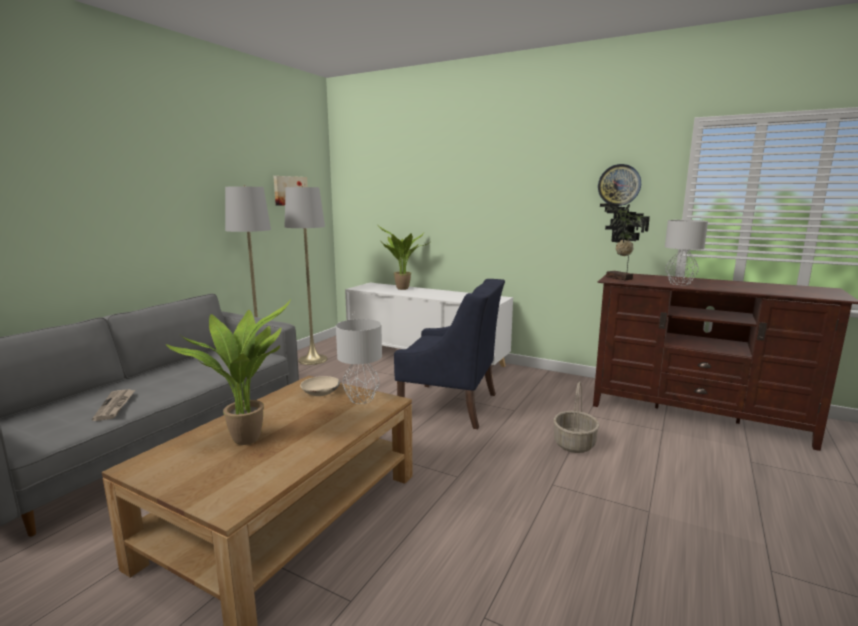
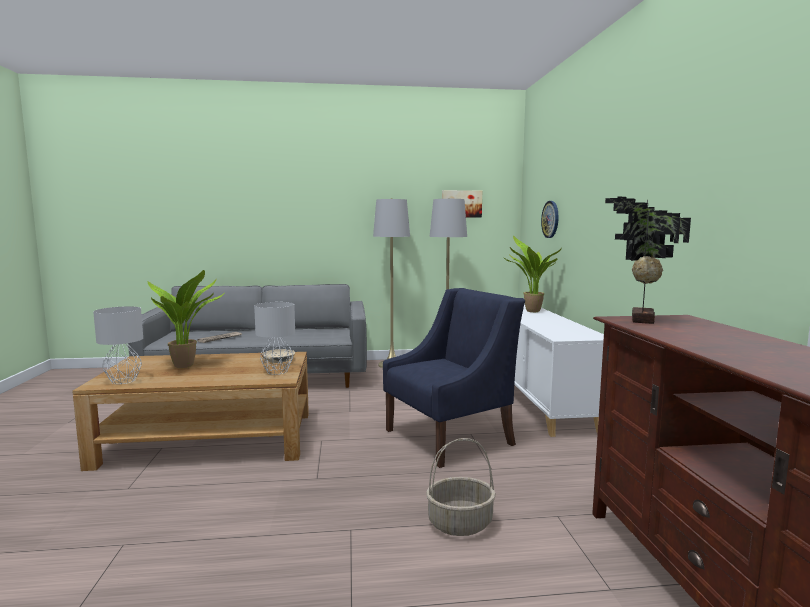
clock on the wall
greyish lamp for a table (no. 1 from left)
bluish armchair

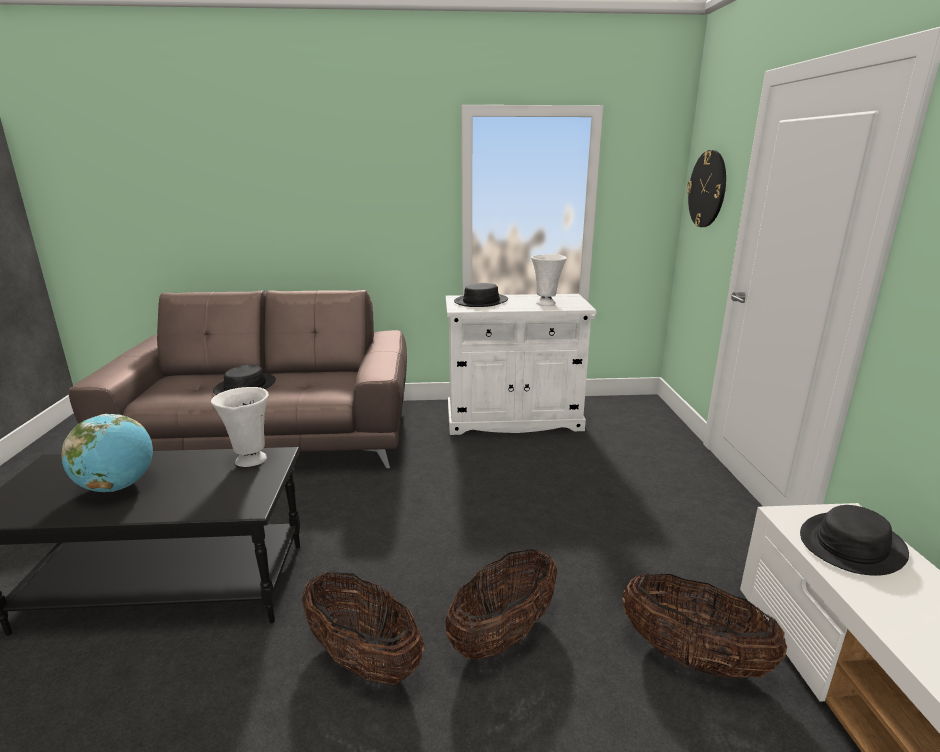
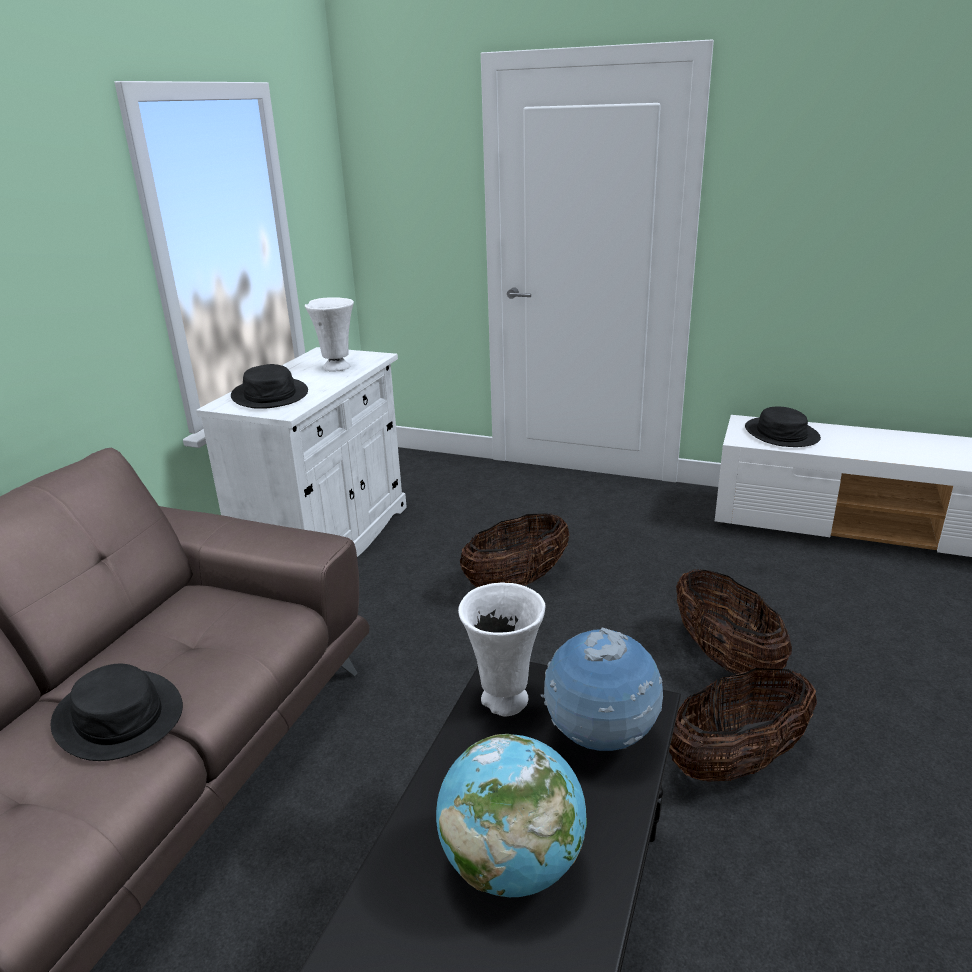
clock on the wall
basket (no. 1 from left)
desk globe (no. 2 from left)

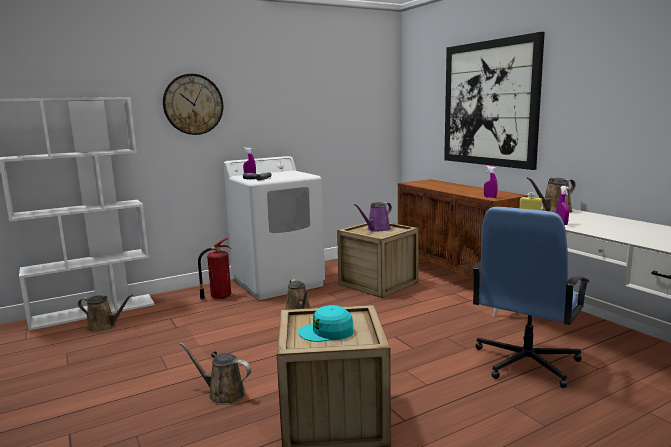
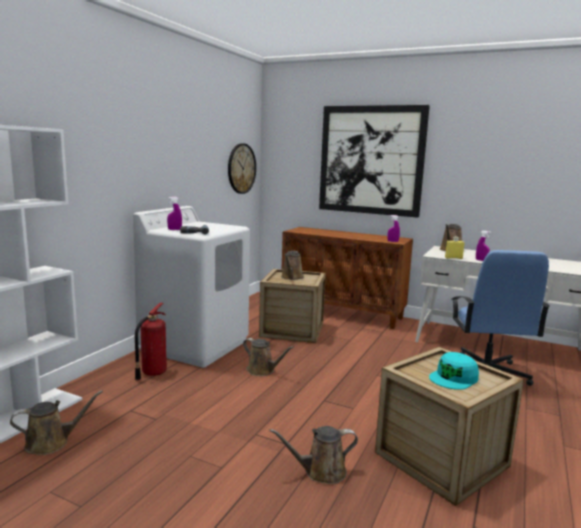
clock on the wall
brownish watering pot (no. 3 from left)

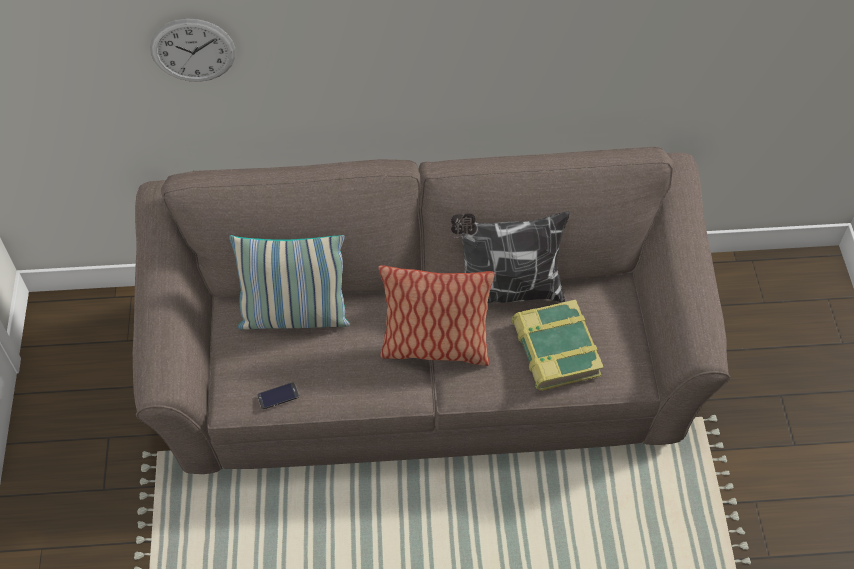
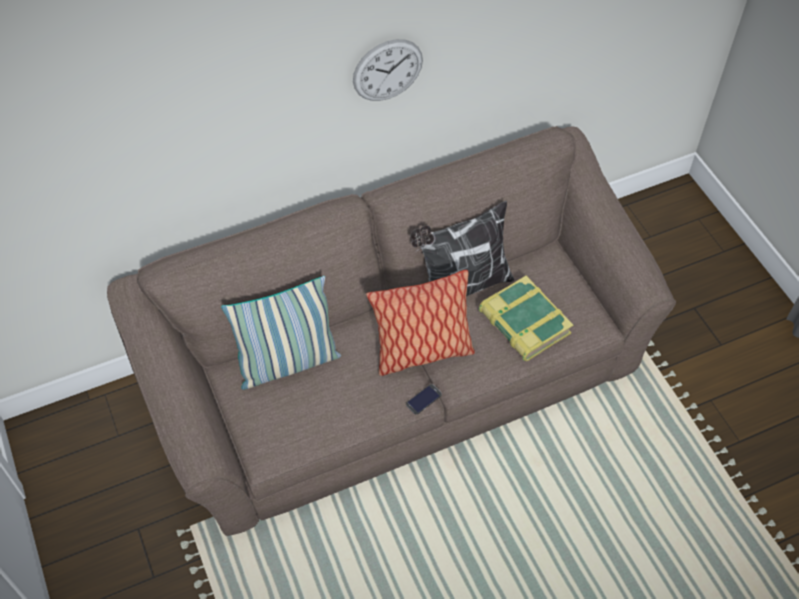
clock on the wall
telephone

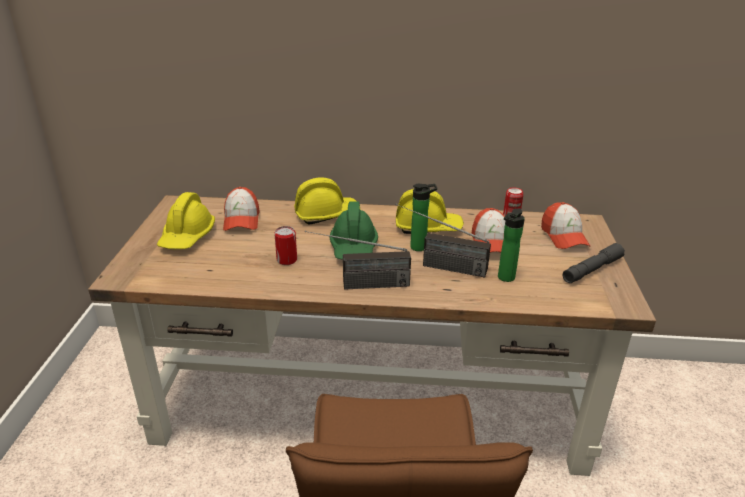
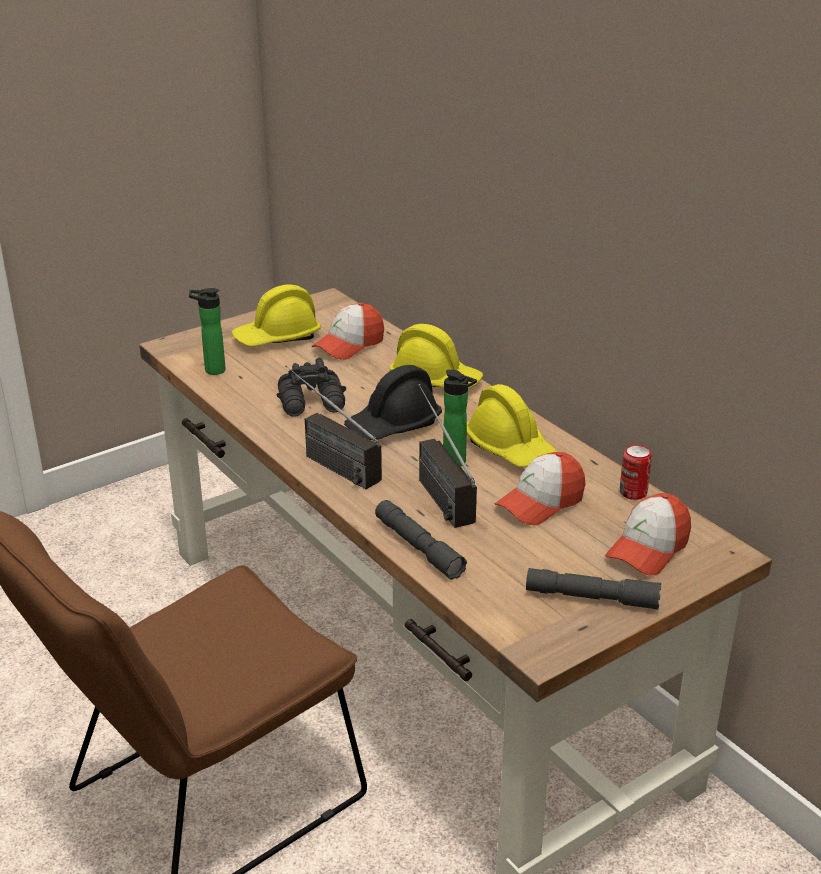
blackish work helmet
drink bottle (no. 1 from left)
blackish pair of binoculars
greyish torch (no. 1 from left)

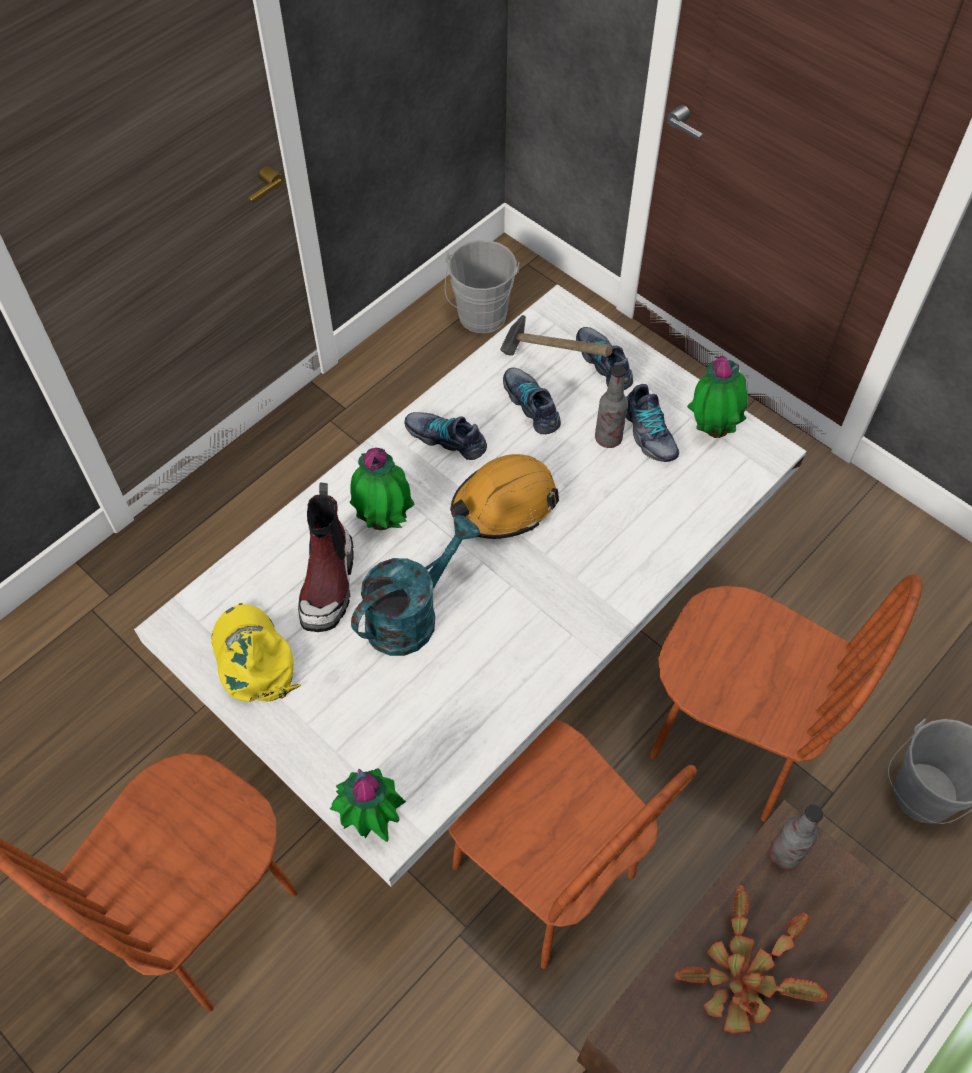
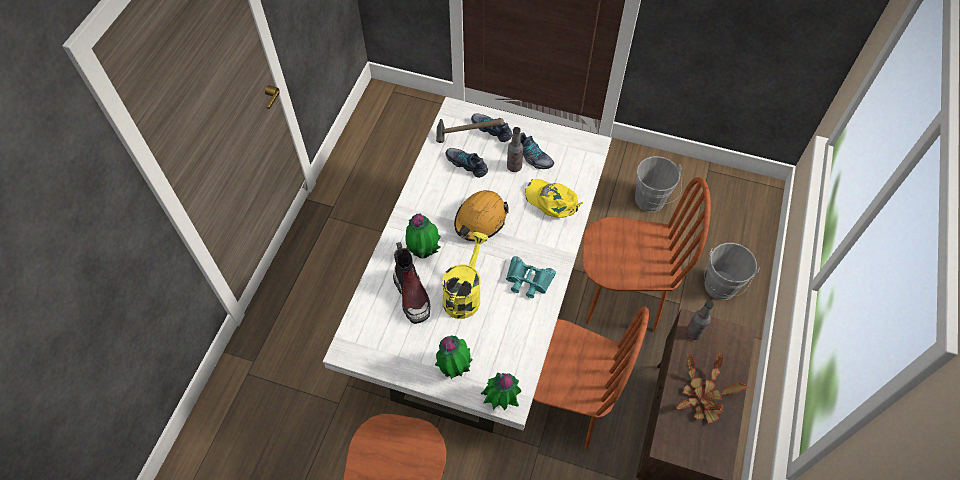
greyish bucket (no. 1 from left)
houseplant (no. 2 from left)
item of footwear (no. 1 from left in the first image)
yellowish watering pot
yellowish cap
turquoise pair of binoculars

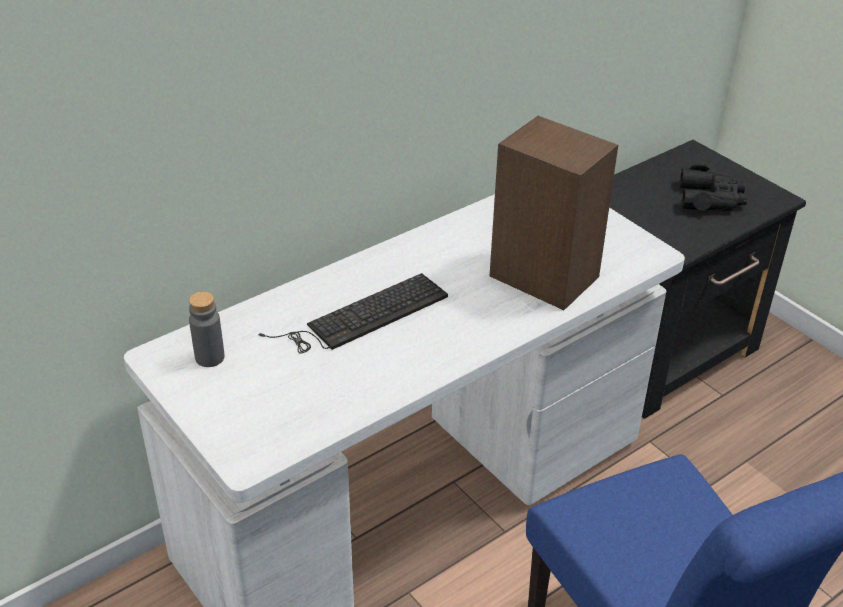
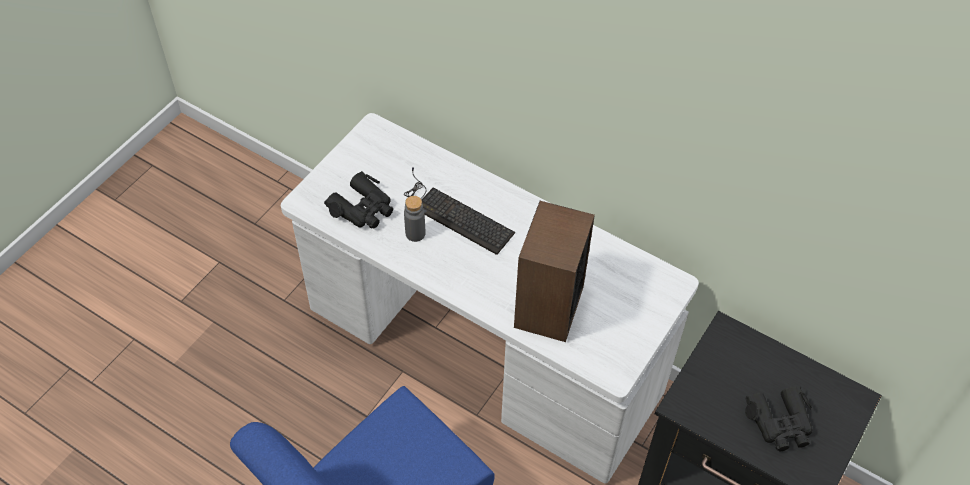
greyish drink bottle
blackish pair of binoculars (no. 1 from left)

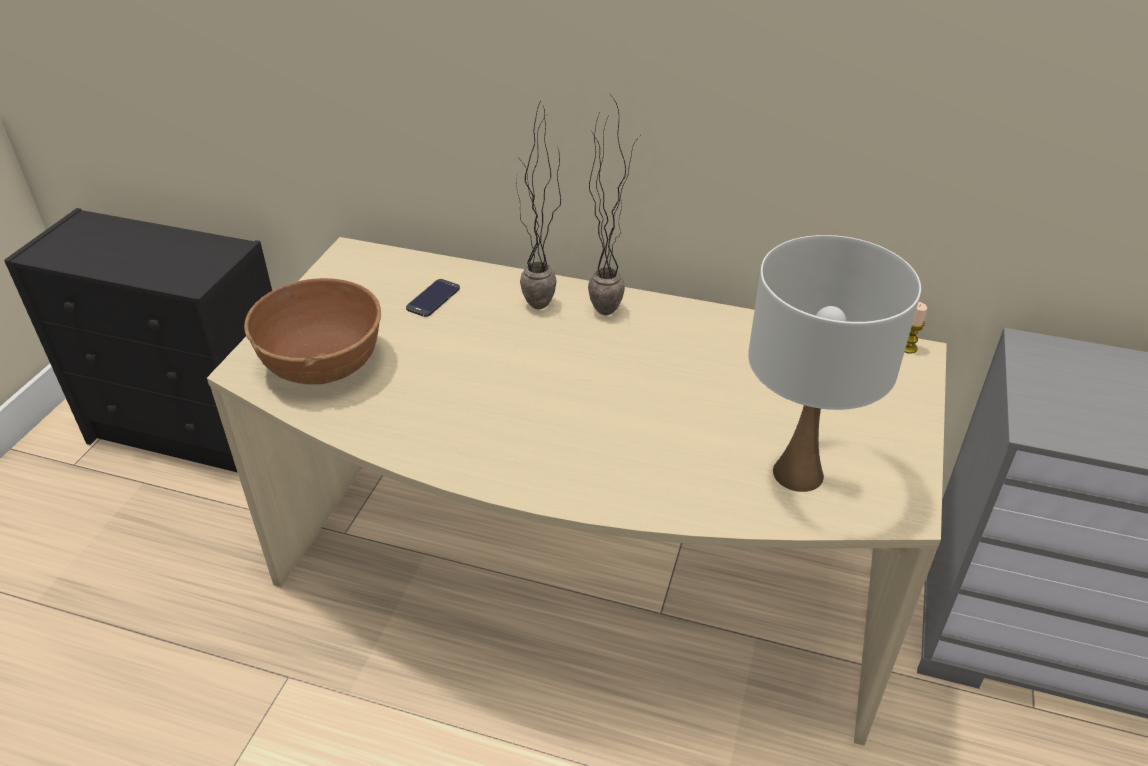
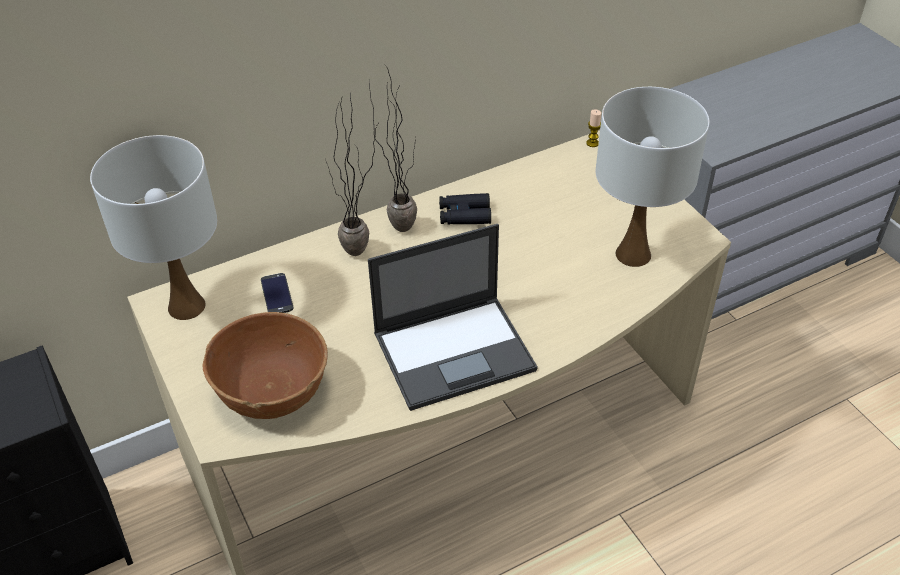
white lamp for a table (no. 1 from left)
blackish pair of binoculars
laptop

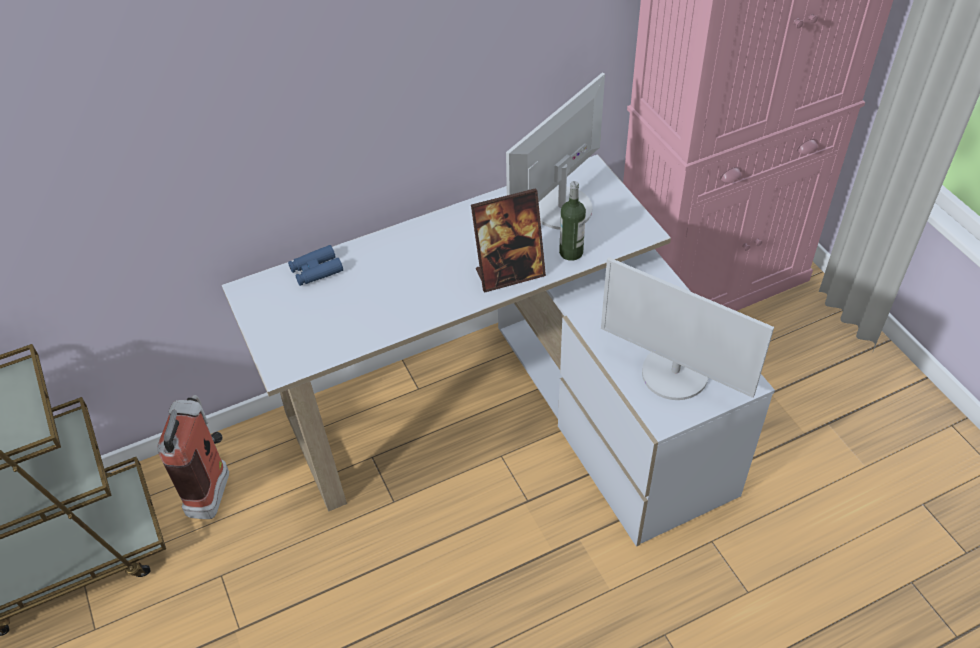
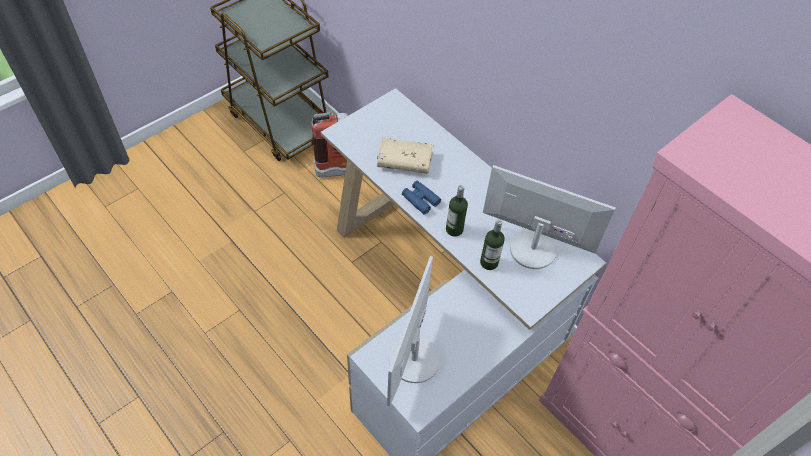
drink bottle (no. 1 from left)
bluish pair of binoculars
beige book

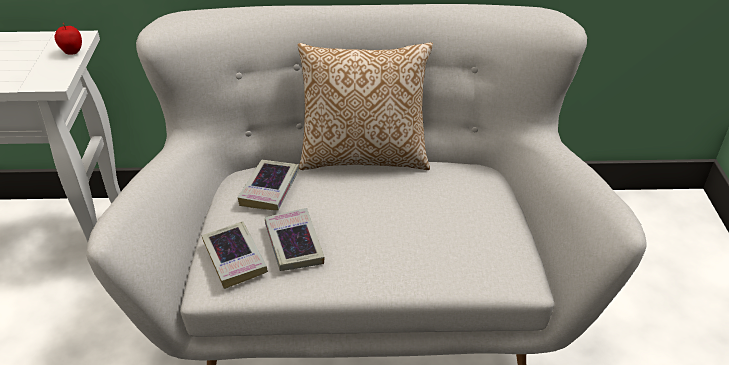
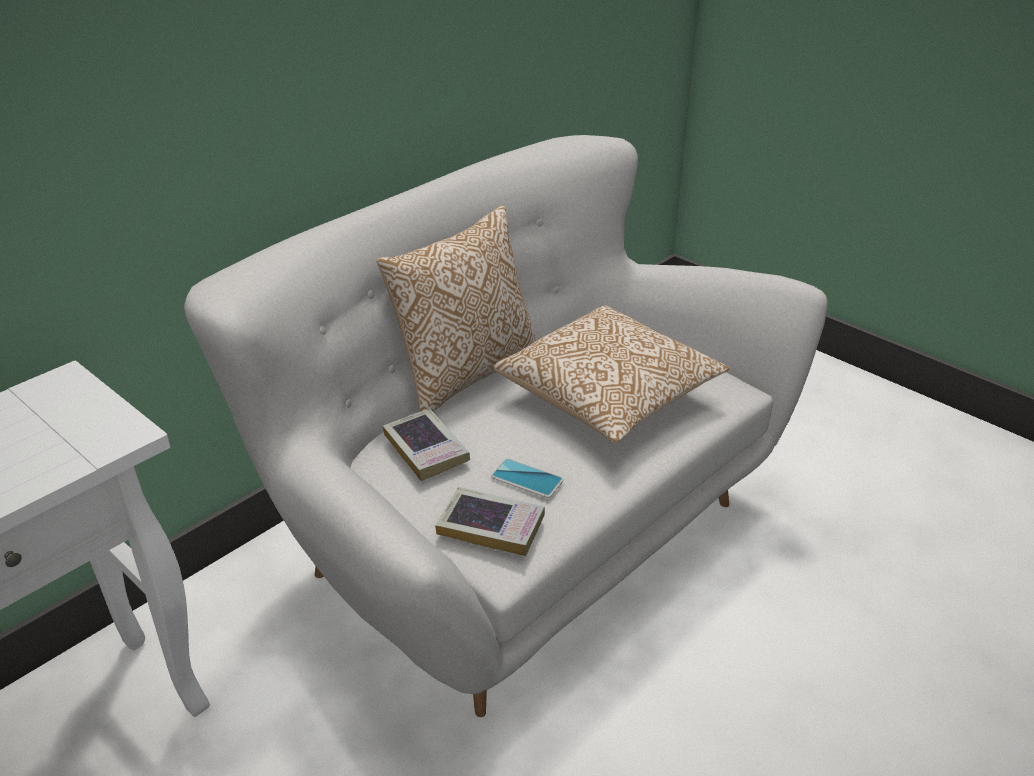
apple
telephone
throw pillow (no. 2 from left)

